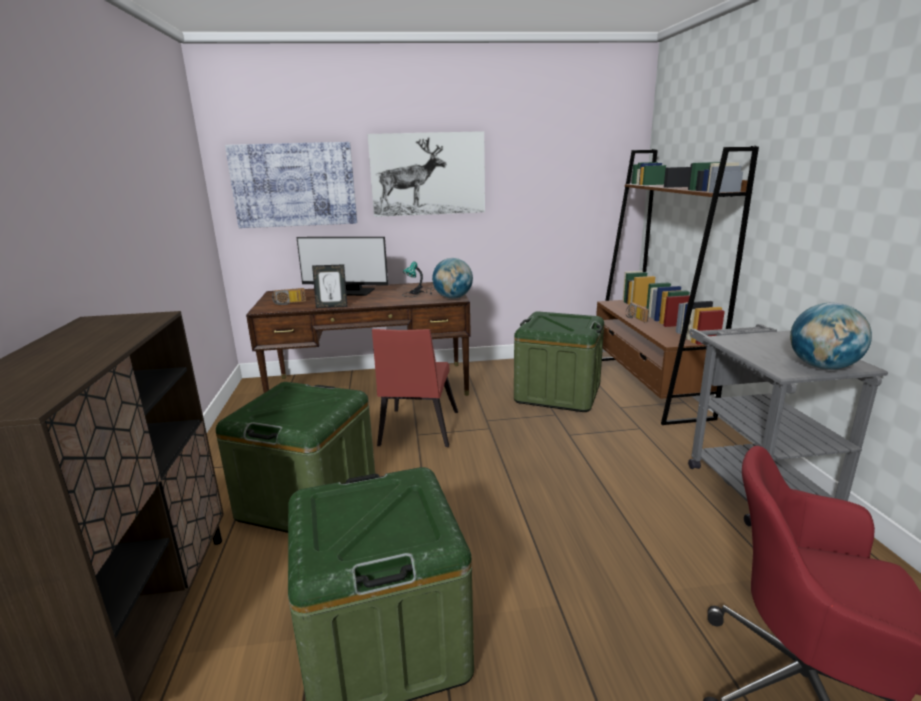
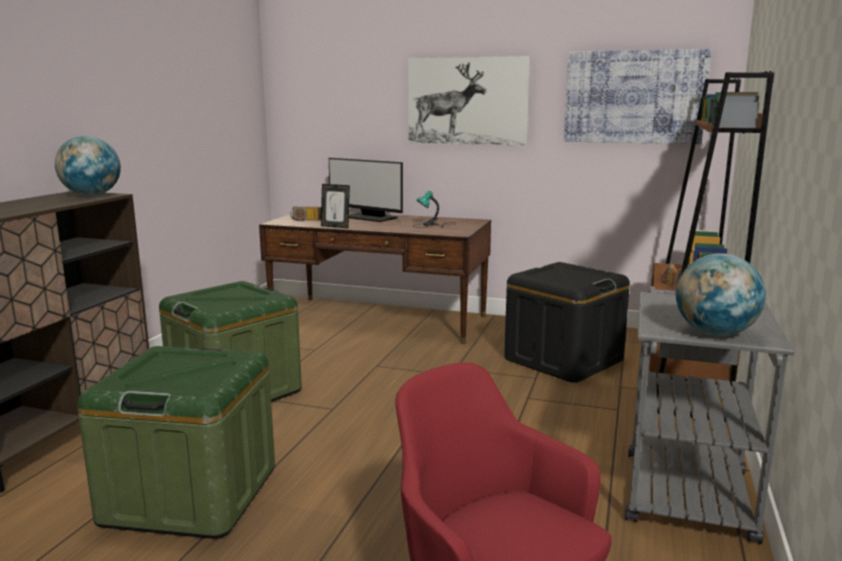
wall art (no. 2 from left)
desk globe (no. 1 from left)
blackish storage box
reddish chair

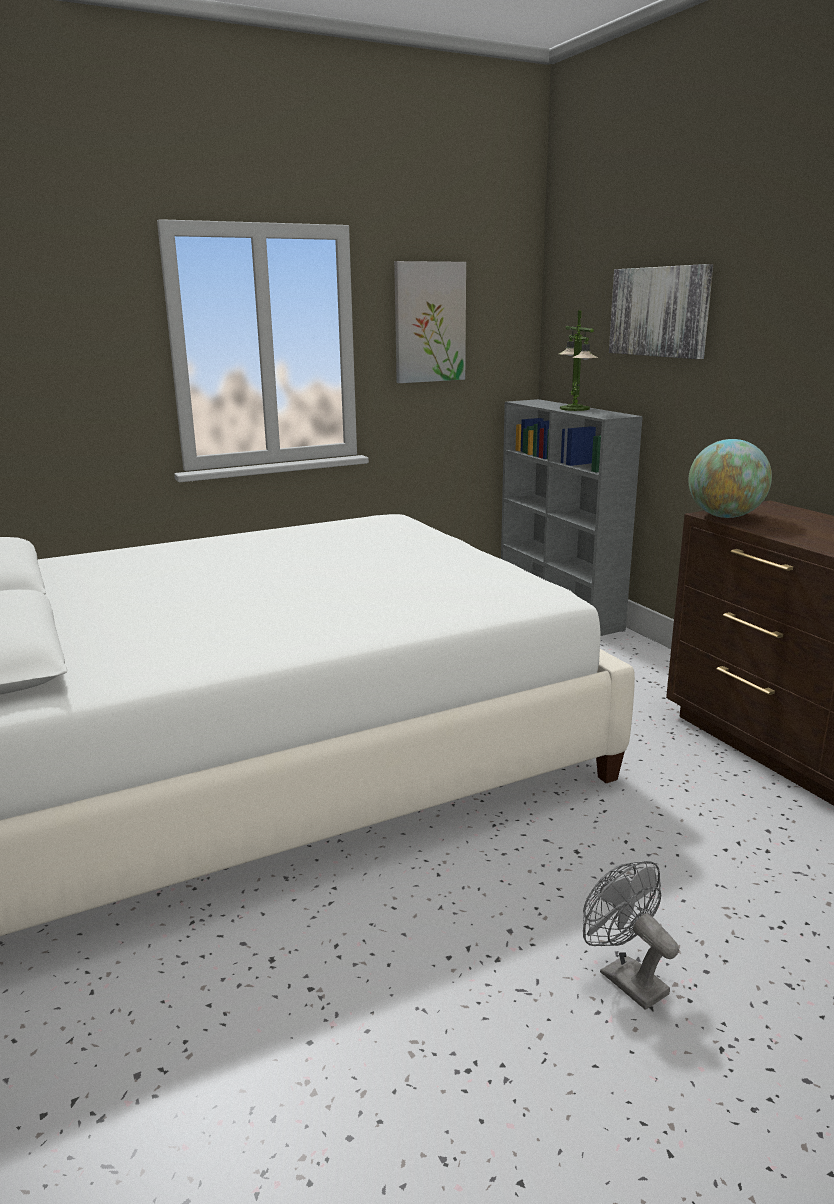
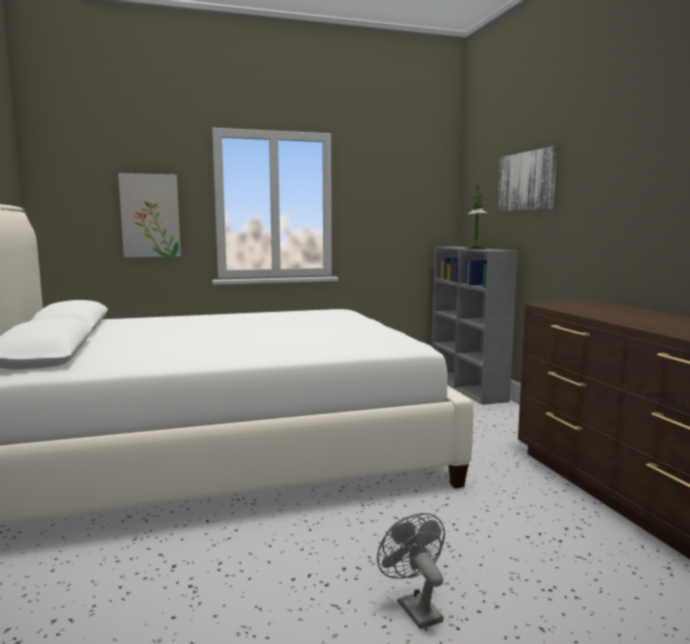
wall art (no. 1 from left)
desk globe

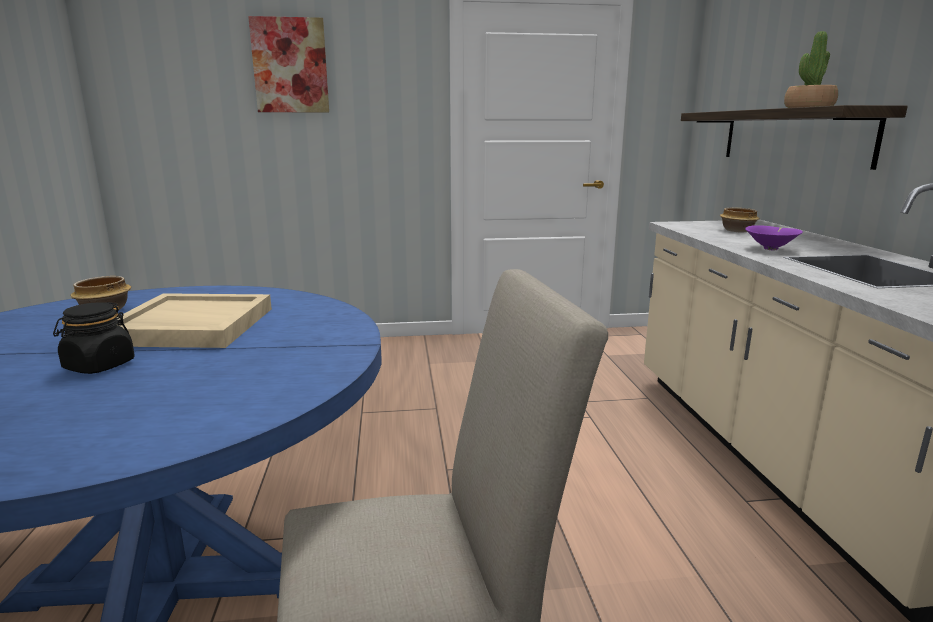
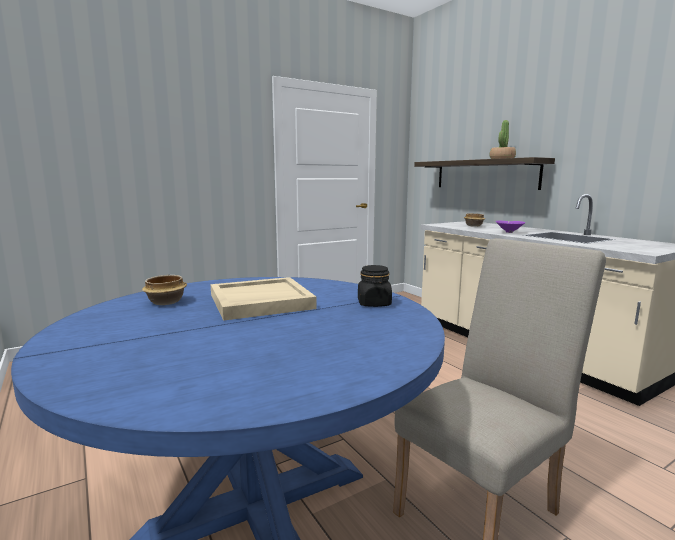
wall art
blackish jar

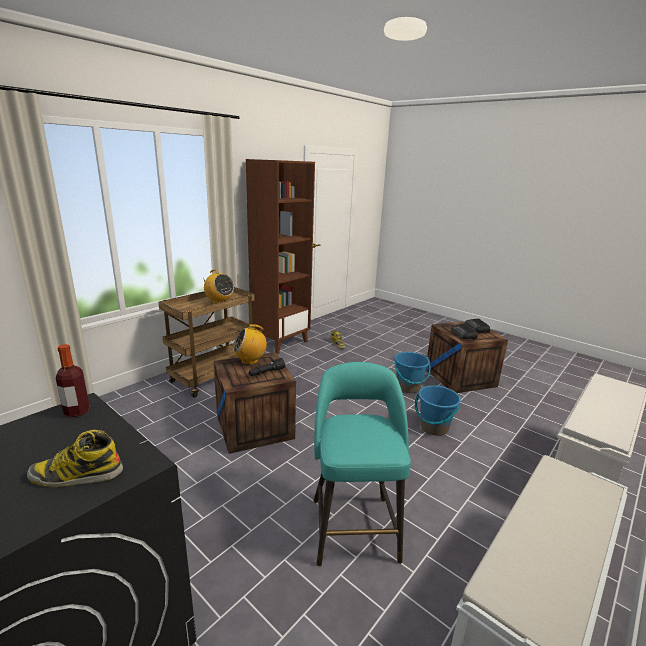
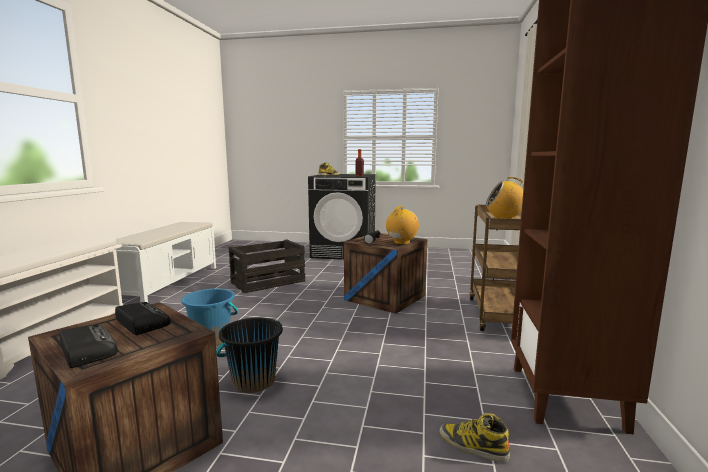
blackish bucket
packing crate (no. 2 from left)

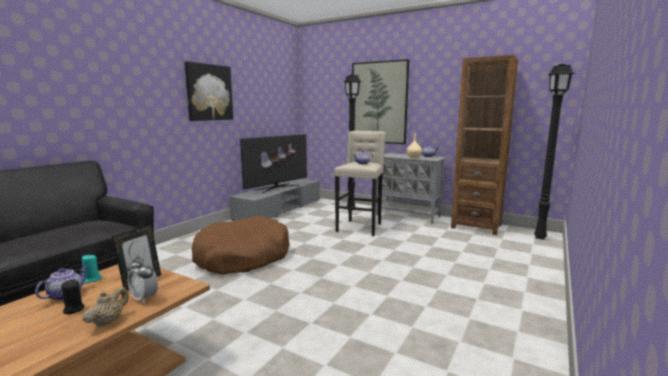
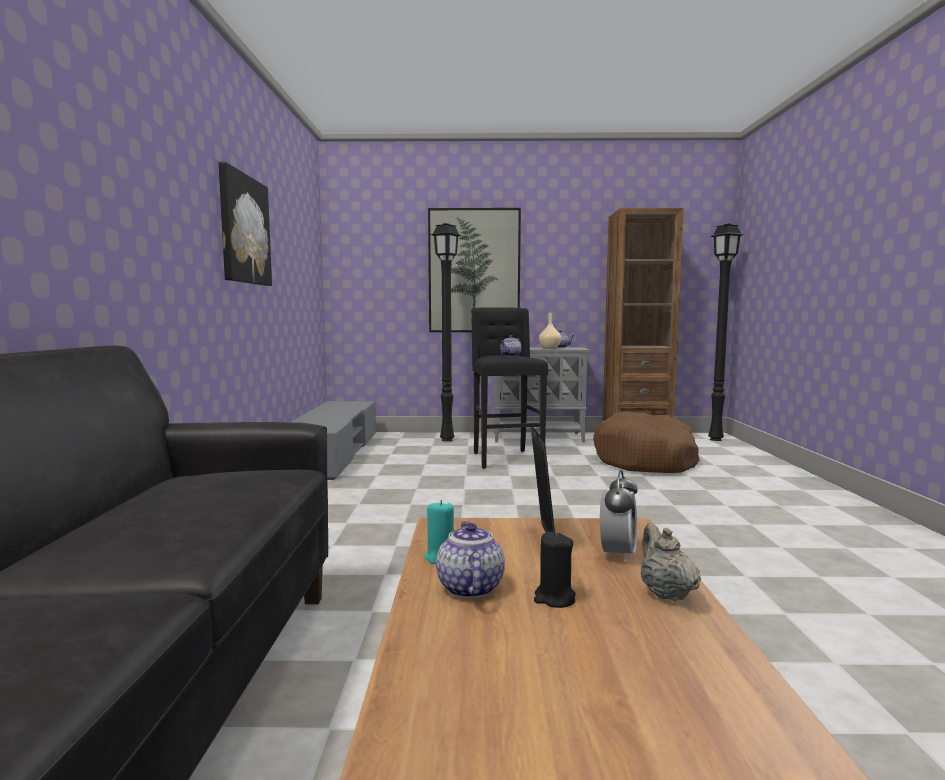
blackish sitting stool
television
brownish dog bed
alarm clock

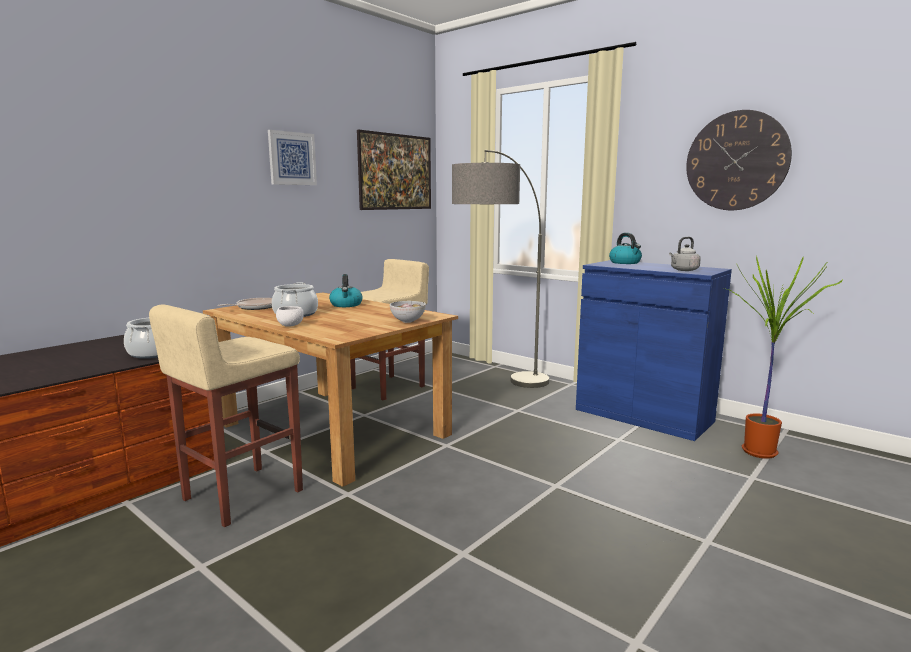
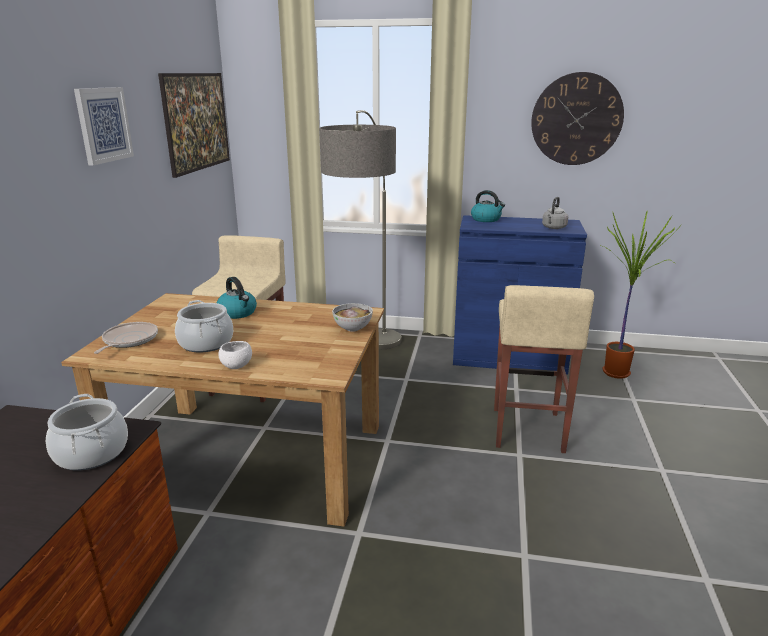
beige sitting stool (no. 2 from left)

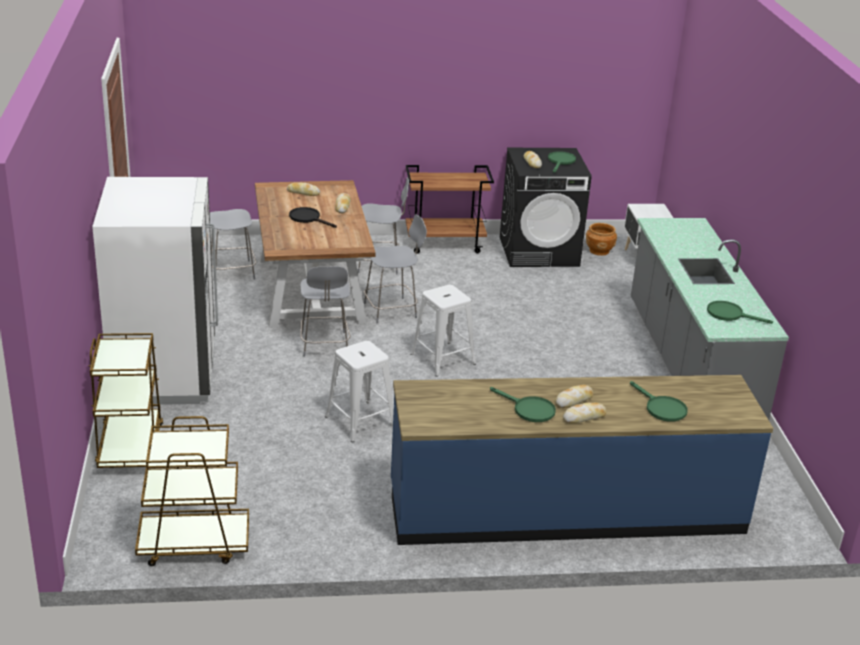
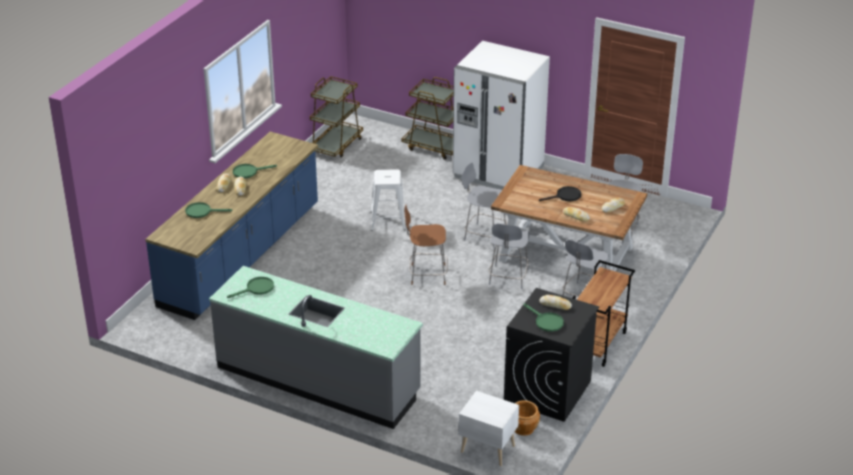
brownish chair

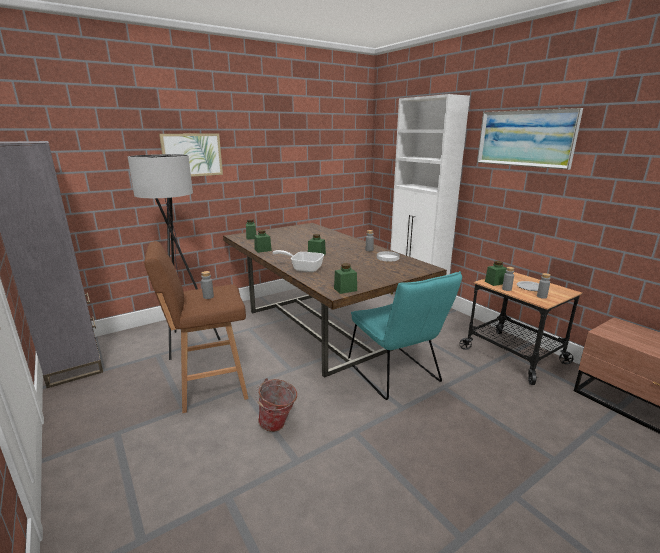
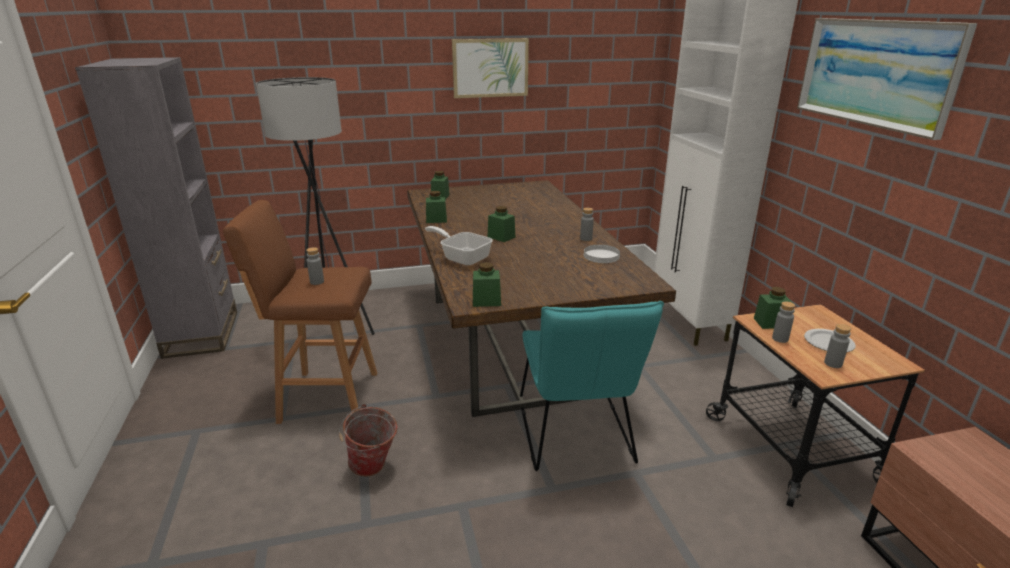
wall art (no. 1 from left)

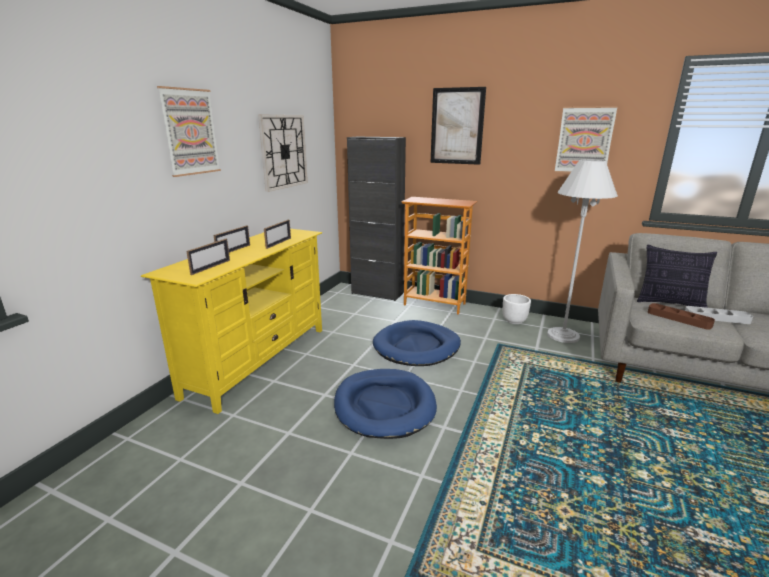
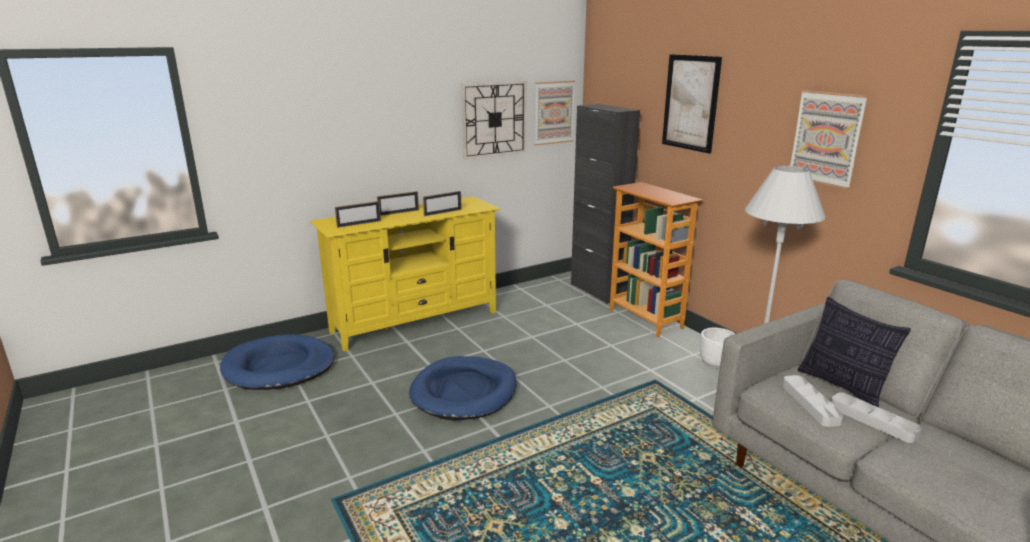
wall art (no. 1 from left)
greyish carrying tray (no. 1 from left)
bluish dog bed (no. 1 from left)

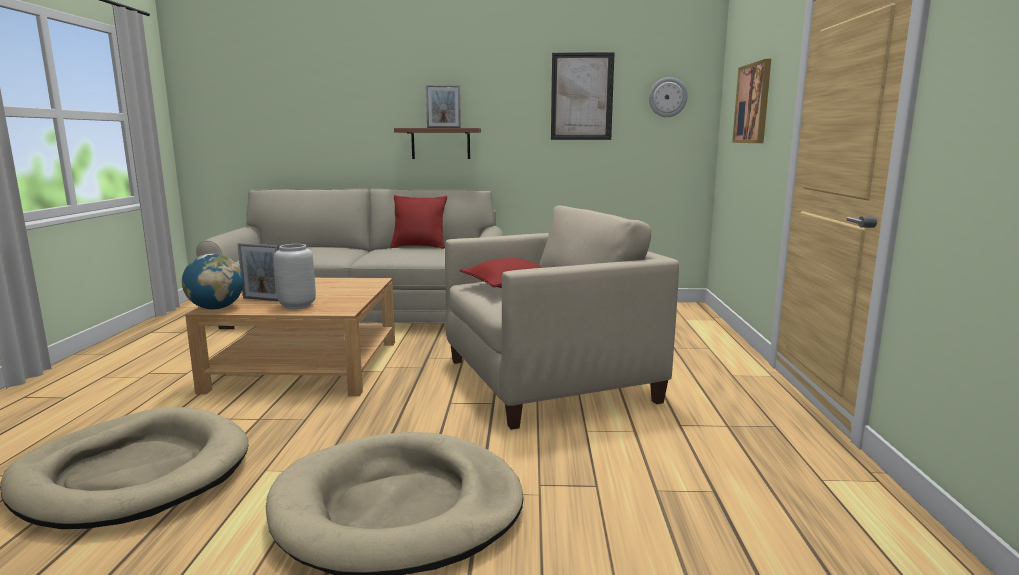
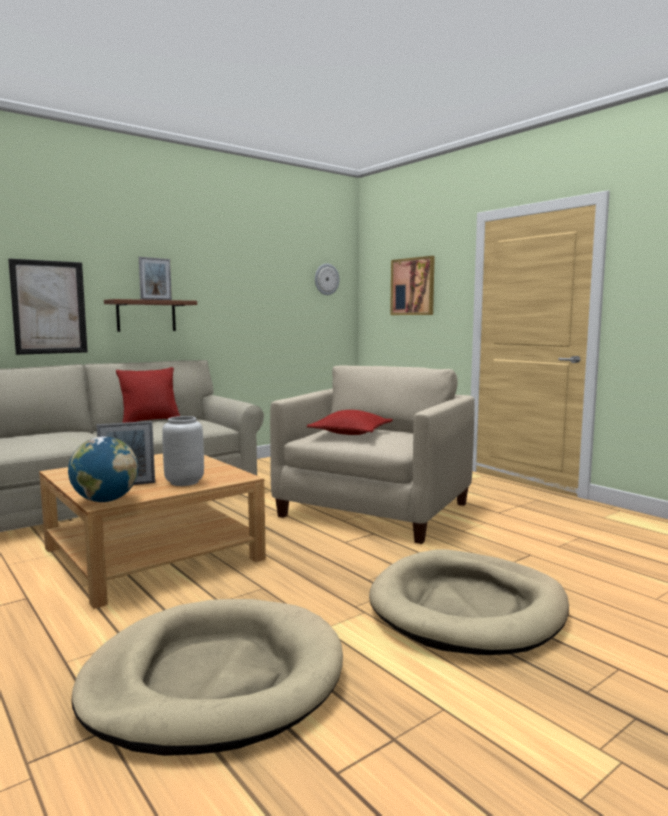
wall art (no. 1 from left)

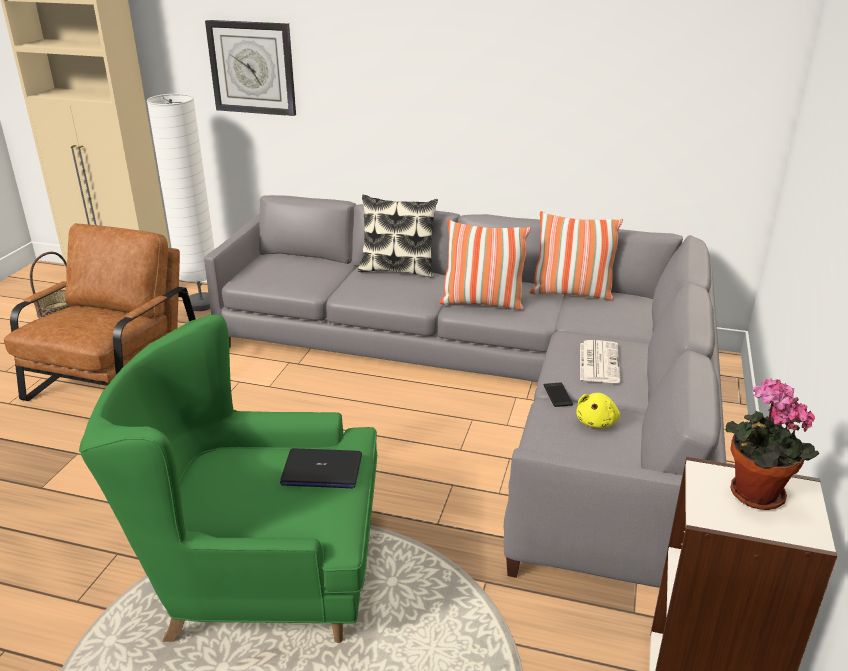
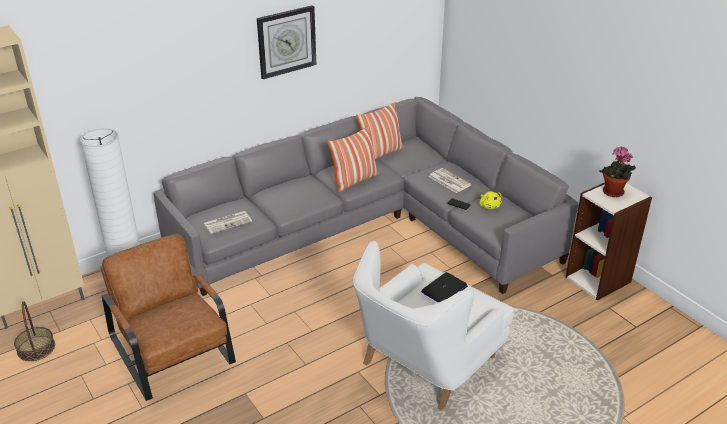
clock on the wall
throw pillow (no. 1 from left in the first image)
white armchair
daily paper (no. 1 from left)

